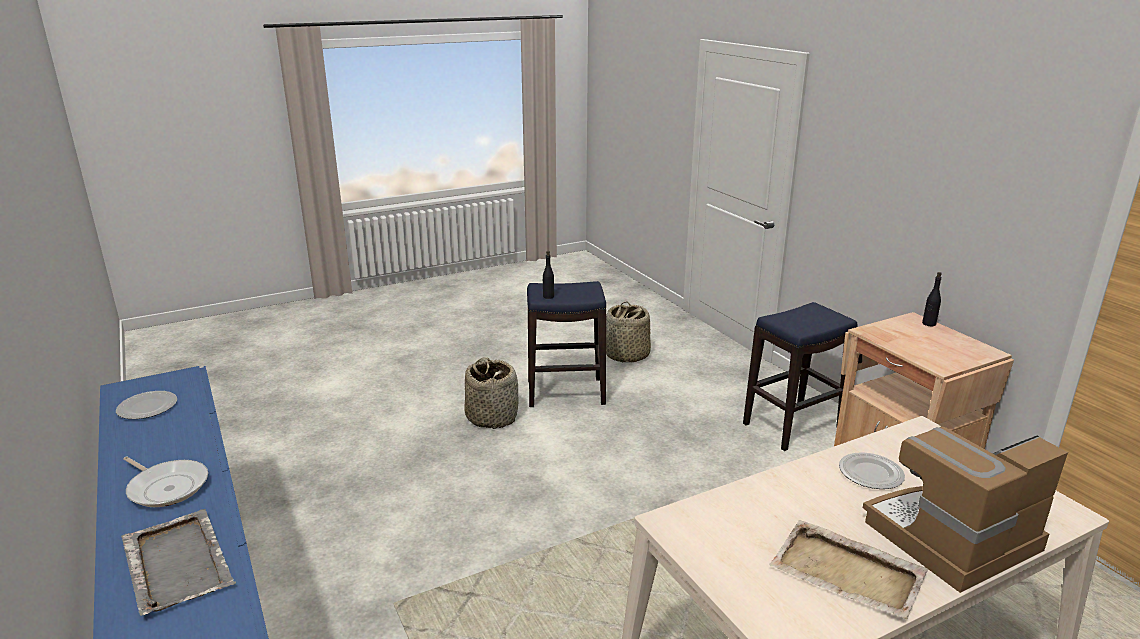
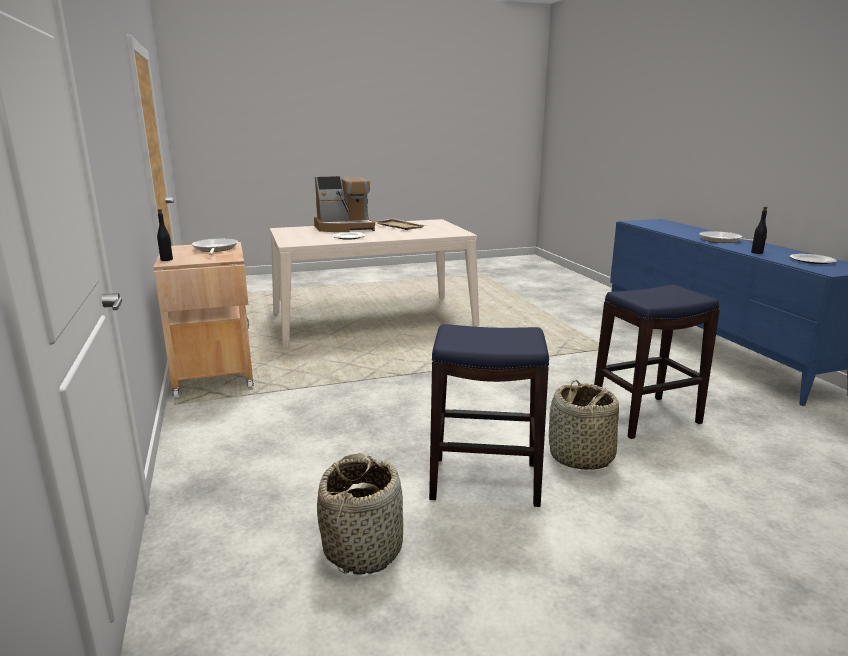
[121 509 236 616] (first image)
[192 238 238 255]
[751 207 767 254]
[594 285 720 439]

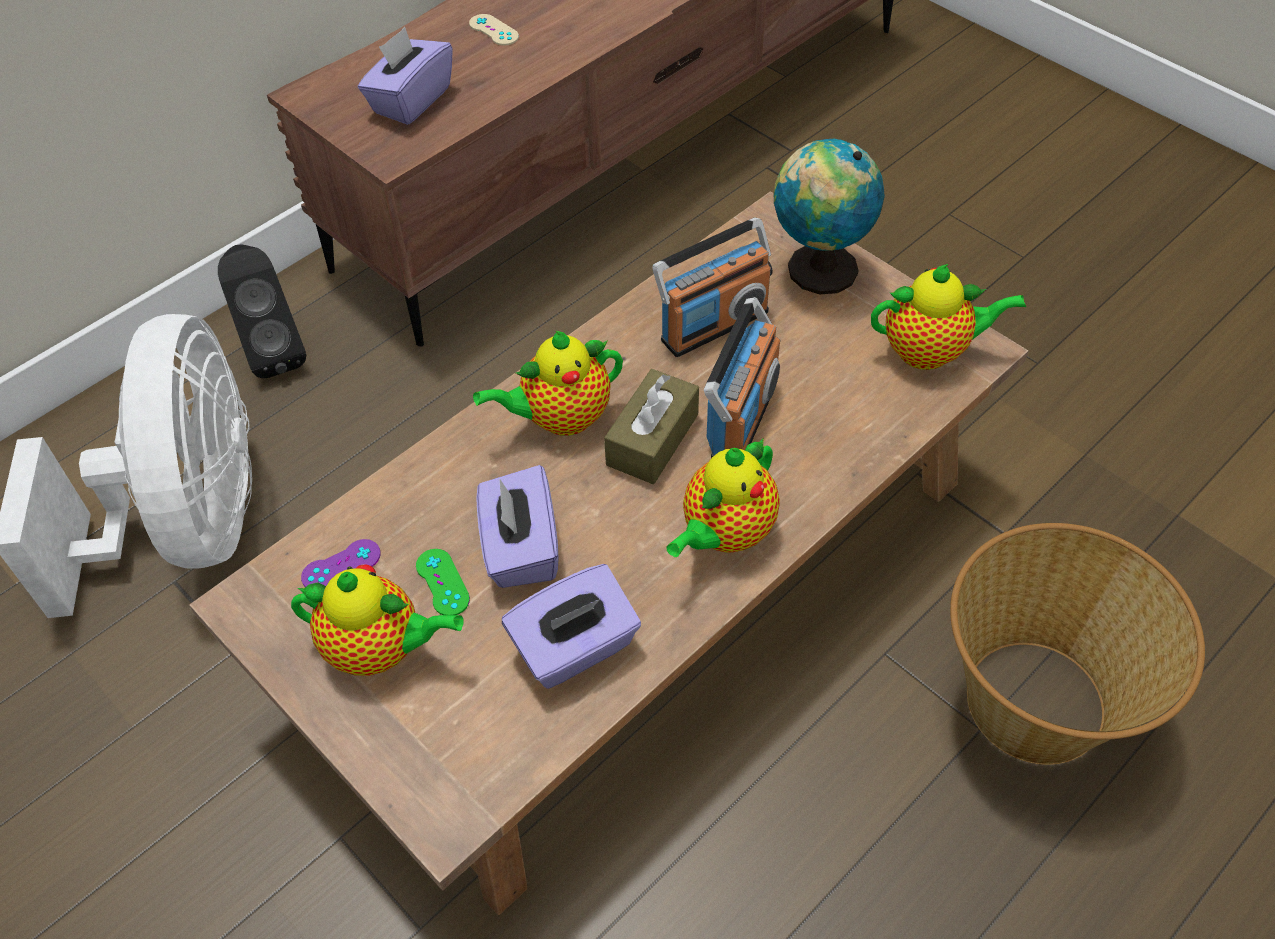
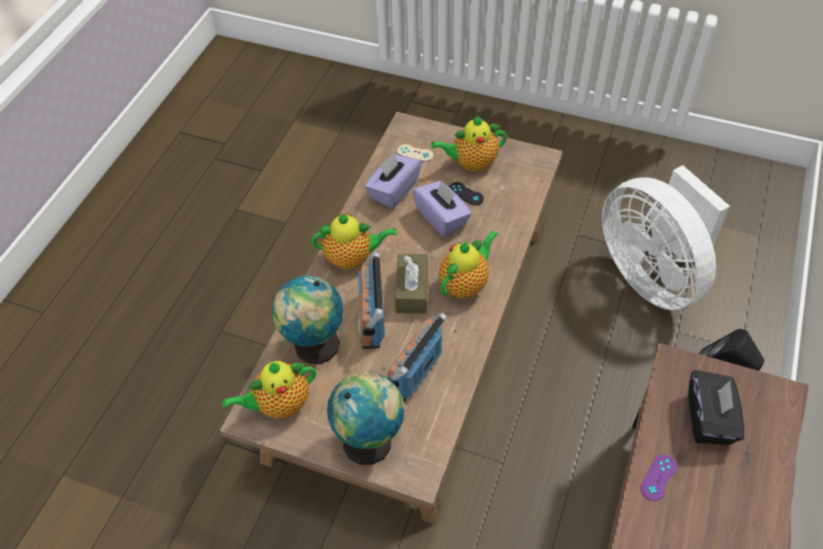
[950 523 1205 765] (first image)
[272 276 343 364]
[641 455 677 501]
[397 144 433 162]
[688 370 744 445]
[449 182 484 205]
[311 213 397 269]

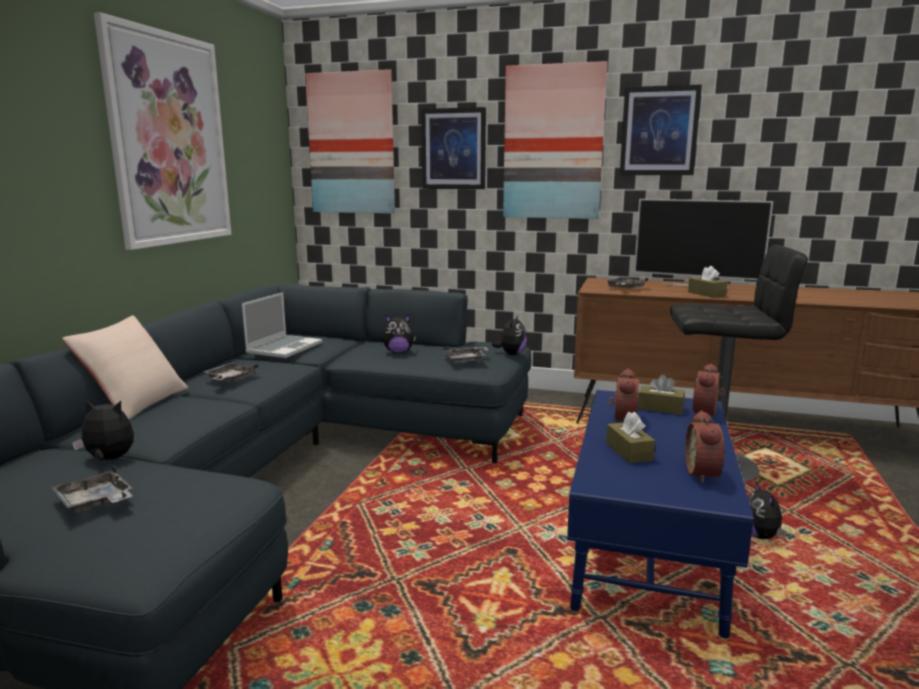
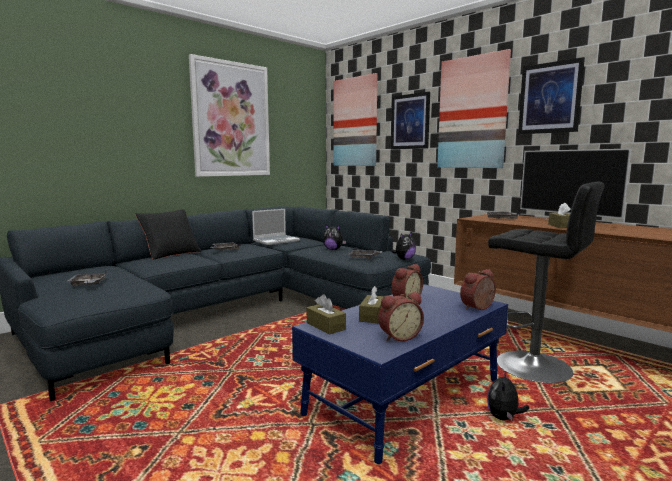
[72 400 134 460] (first image)
[307 294 346 335]
[135 209 201 260]
[378 292 424 341]

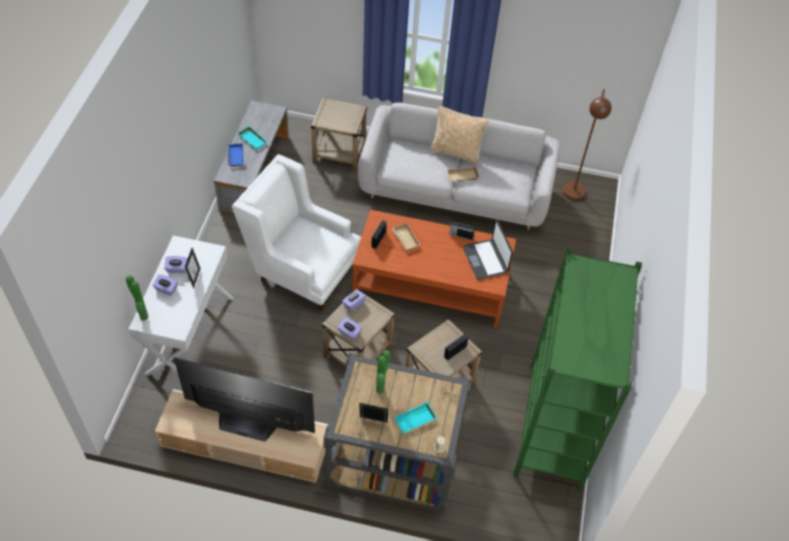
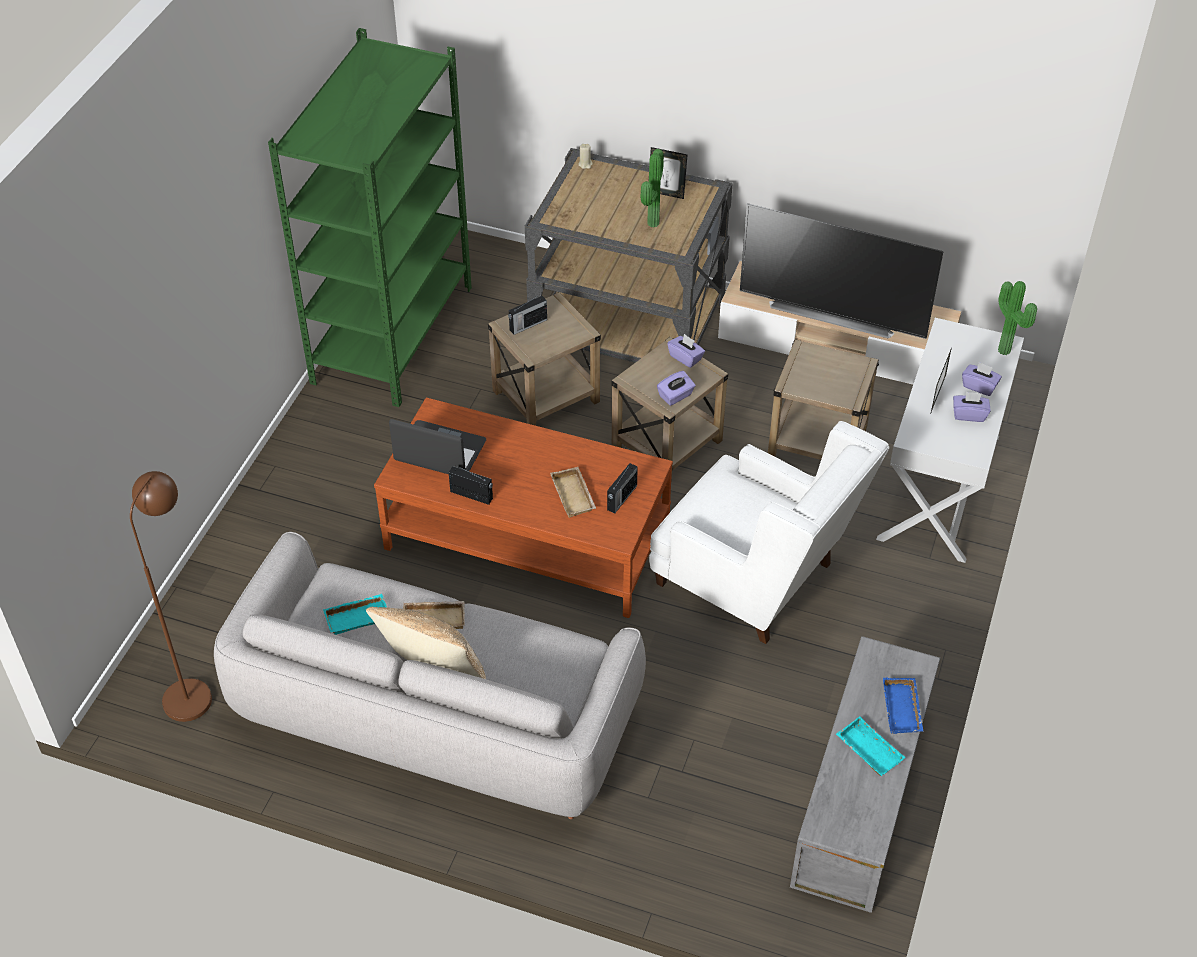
[768 340 879 460]
[323 594 387 635]
[389 419 486 474]

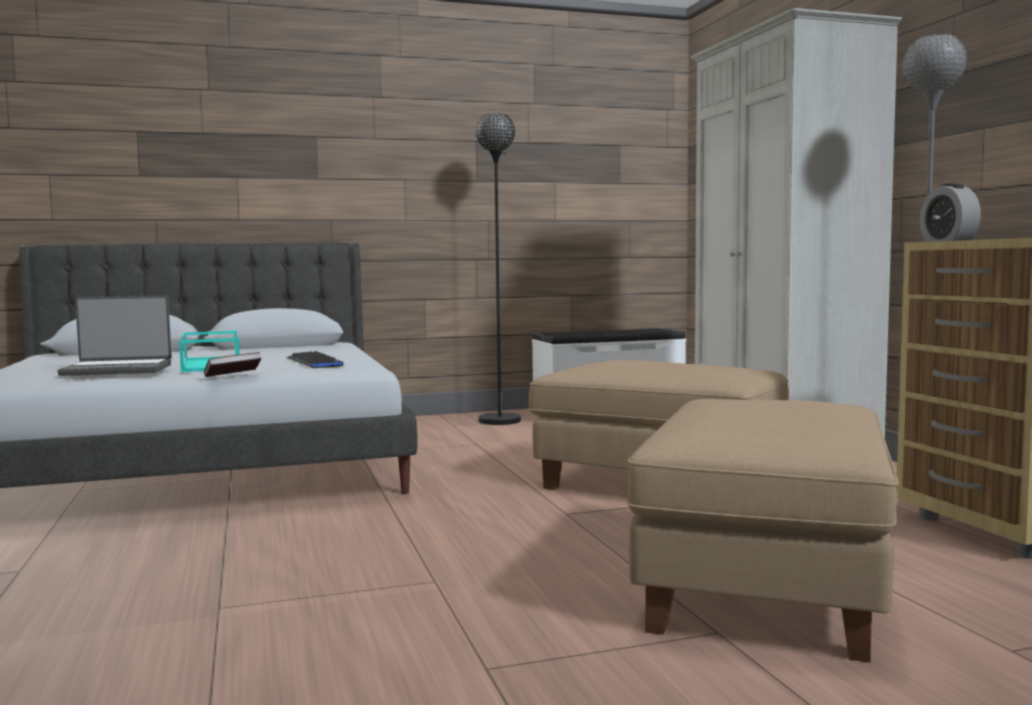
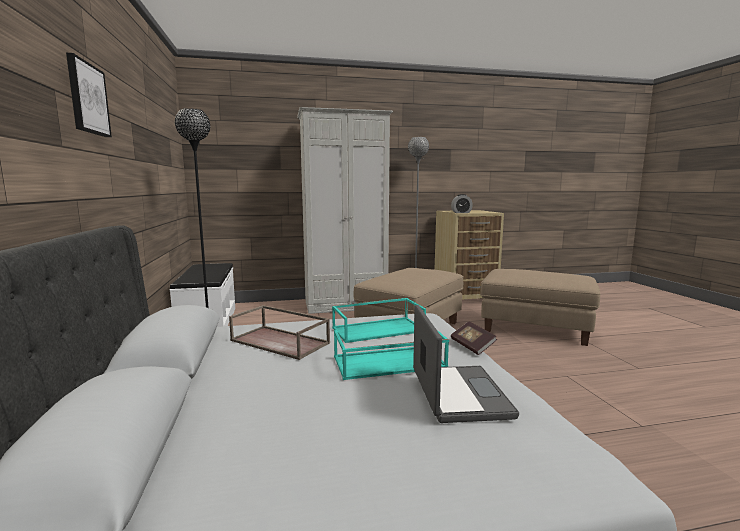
[66 53 112 137]
[229 305 330 360]
[332 298 426 343]

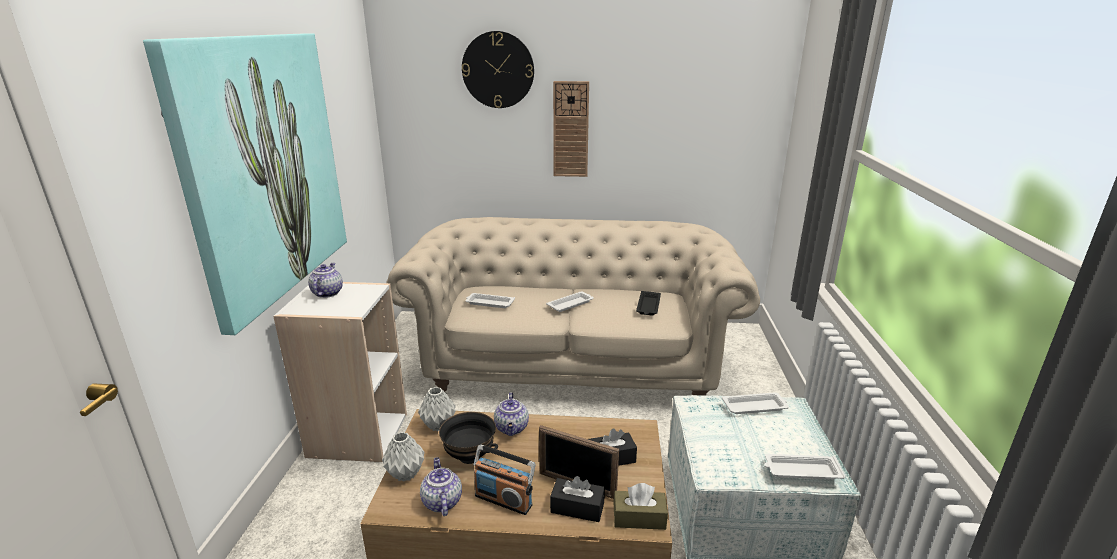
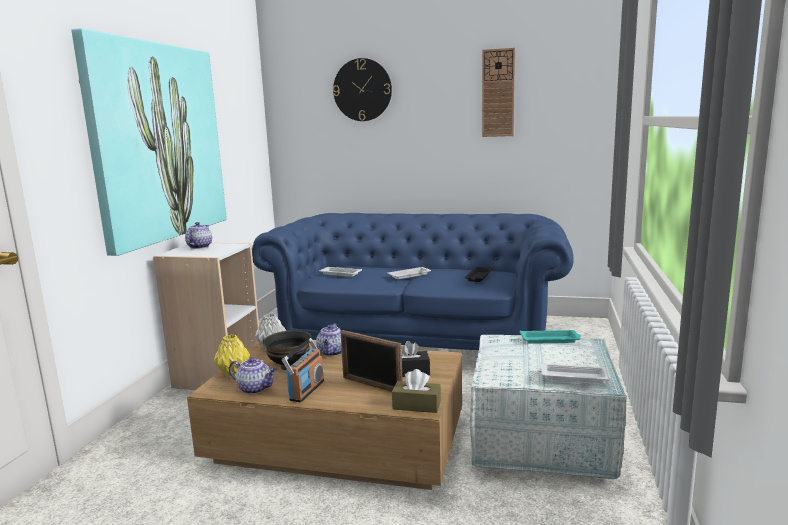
[550 476 605 522] (first image)
[482 48 515 137]
[214 335 250 377]
[252 213 574 350]
[520 330 581 343]
[229 357 277 394]
[282 338 324 402]

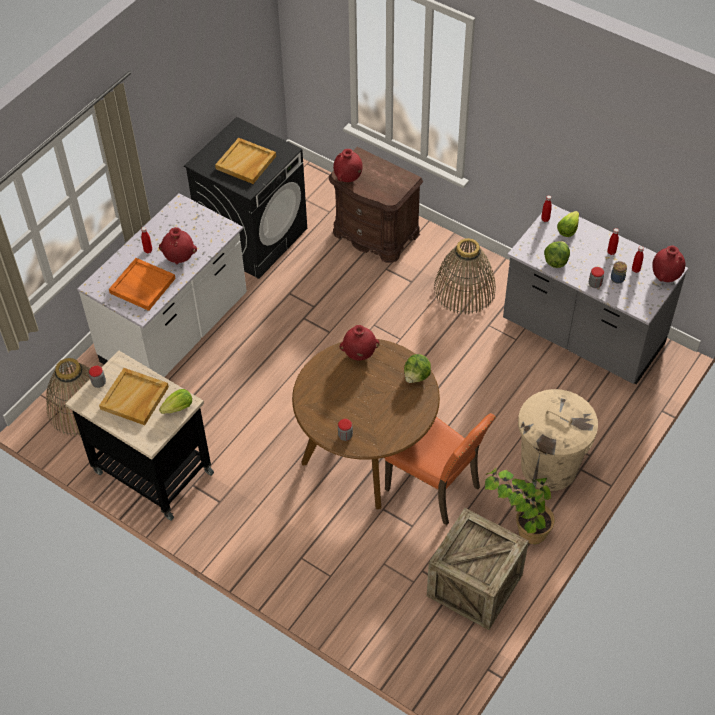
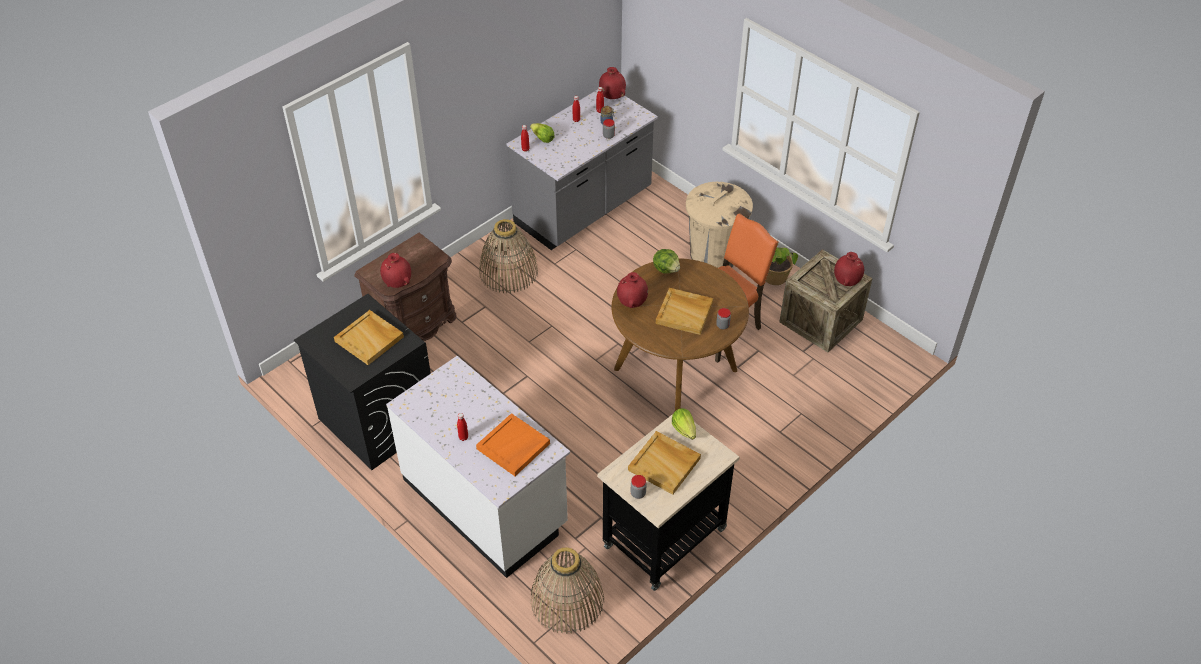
[544 241 570 268] (first image)
[656 288 713 335]
[834 252 864 286]

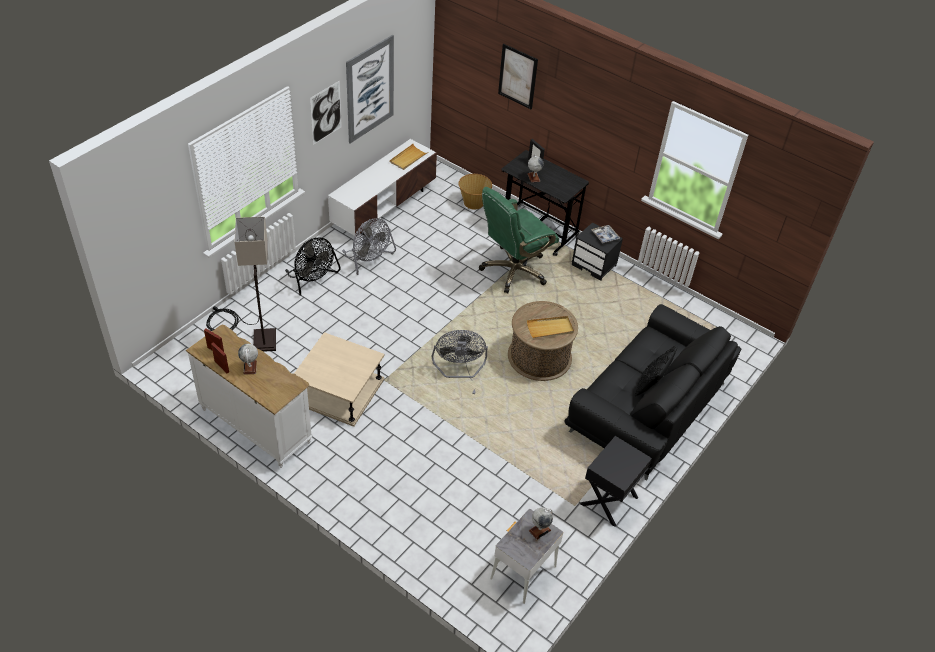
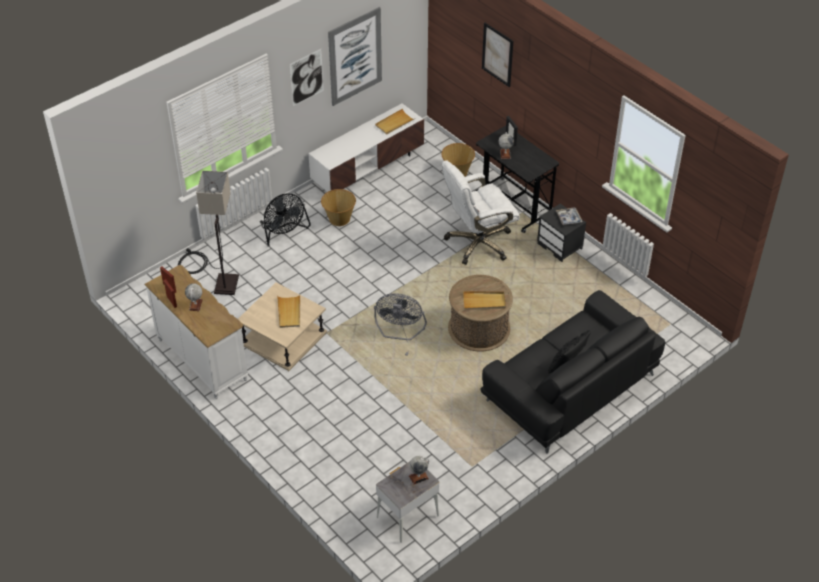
[580 436 652 527] (first image)
[277 295 300 328]
[321 189 356 226]
[442 160 520 265]

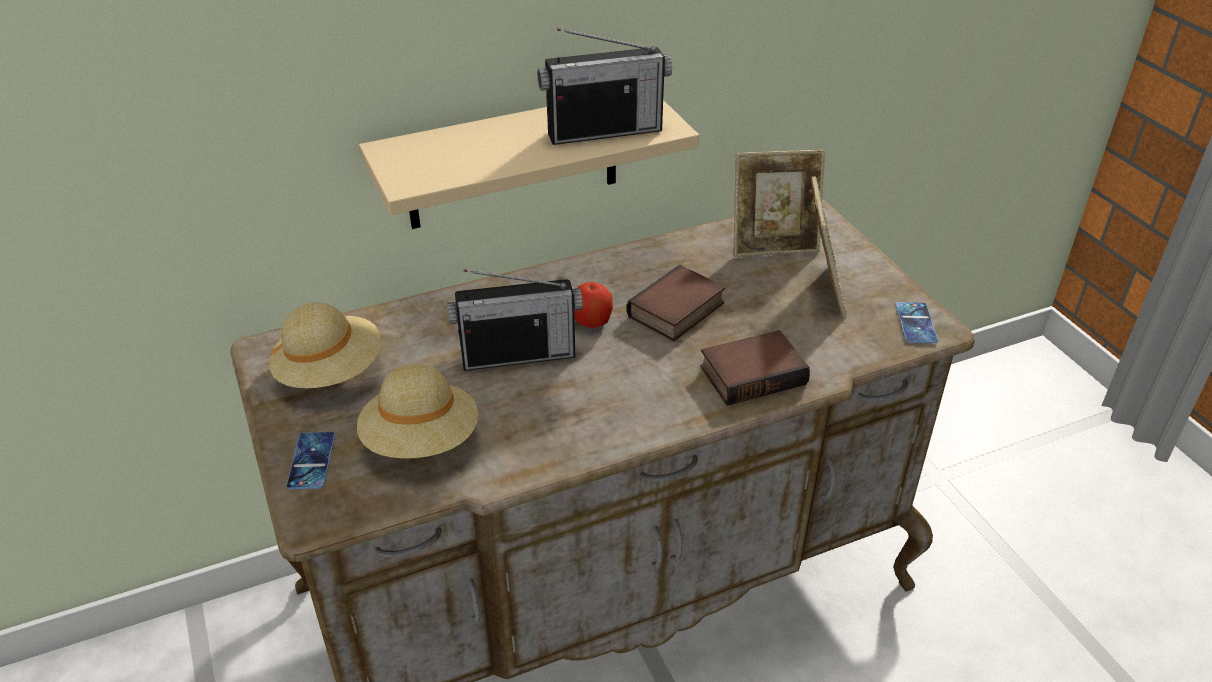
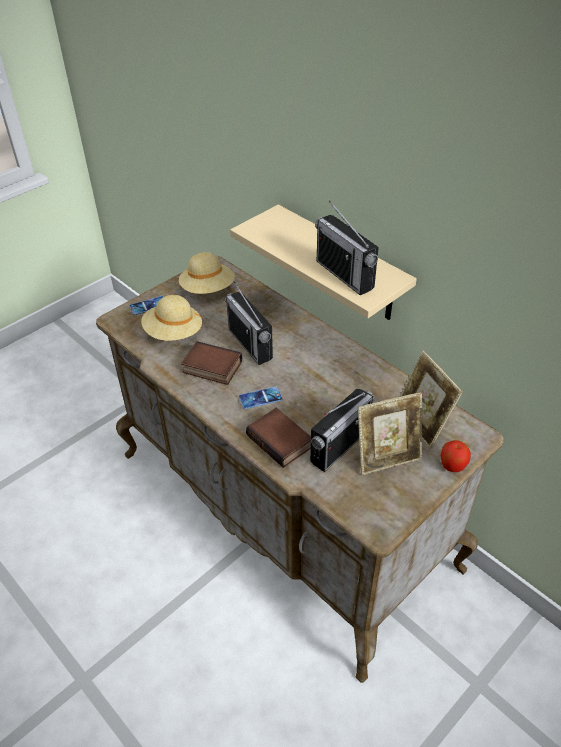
[310 389 375 472]
[441 440 471 472]
[181 341 242 385]
[239 387 283 409]

